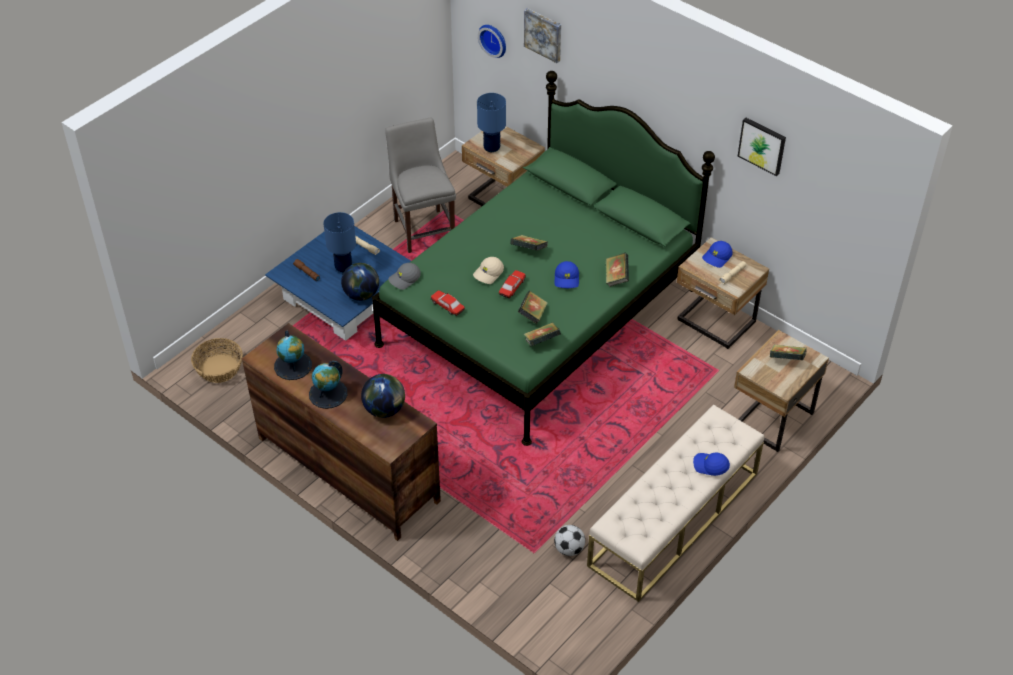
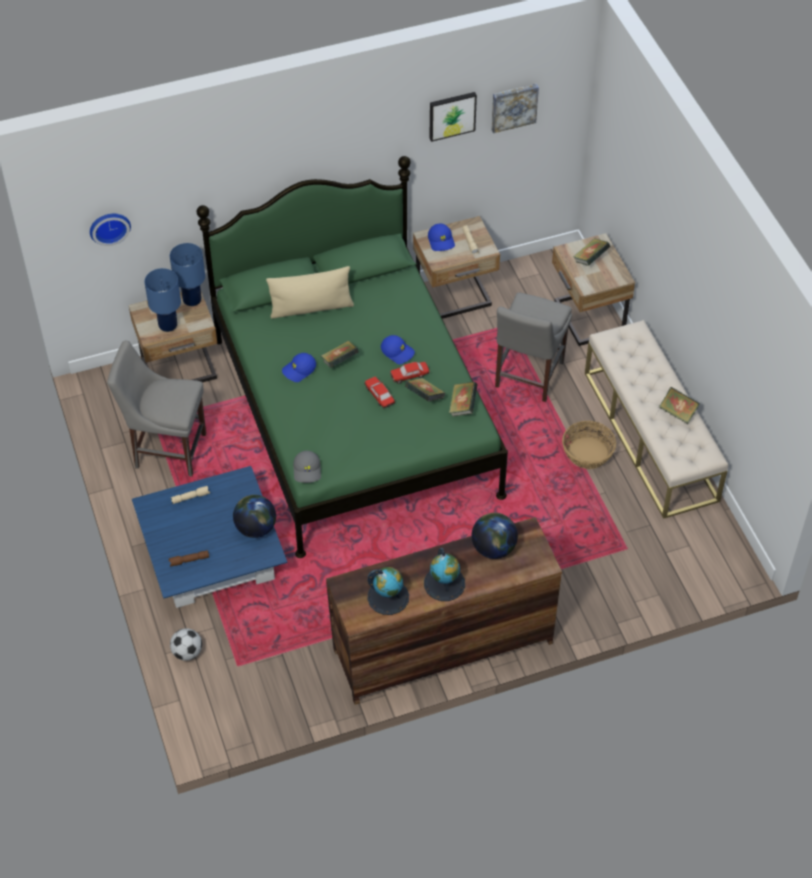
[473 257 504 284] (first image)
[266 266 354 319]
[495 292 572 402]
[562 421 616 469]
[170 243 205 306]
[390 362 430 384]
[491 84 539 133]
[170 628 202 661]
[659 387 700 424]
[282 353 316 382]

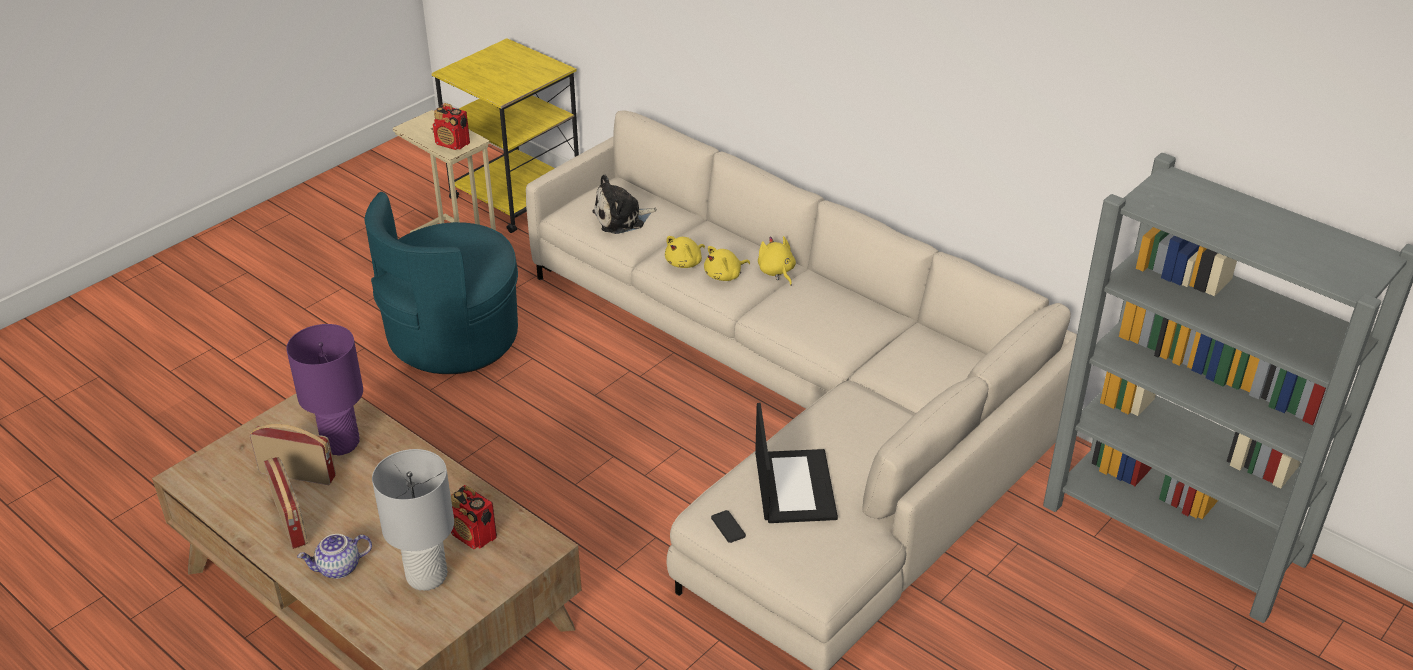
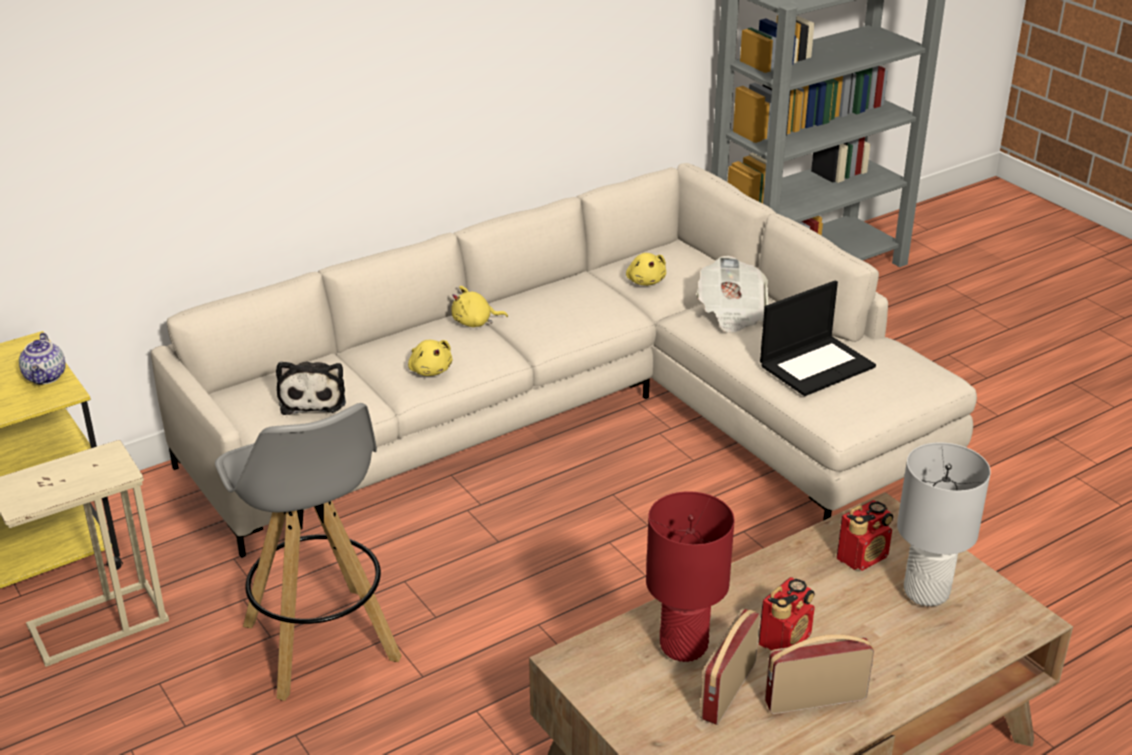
[711 510 746 543] (first image)
[696 256 768 333]
[19 333 66 384]
[759 577 815 650]
[626 253 666 286]
[215 403 402 701]
[646 491 734 662]
[760 281 876 396]

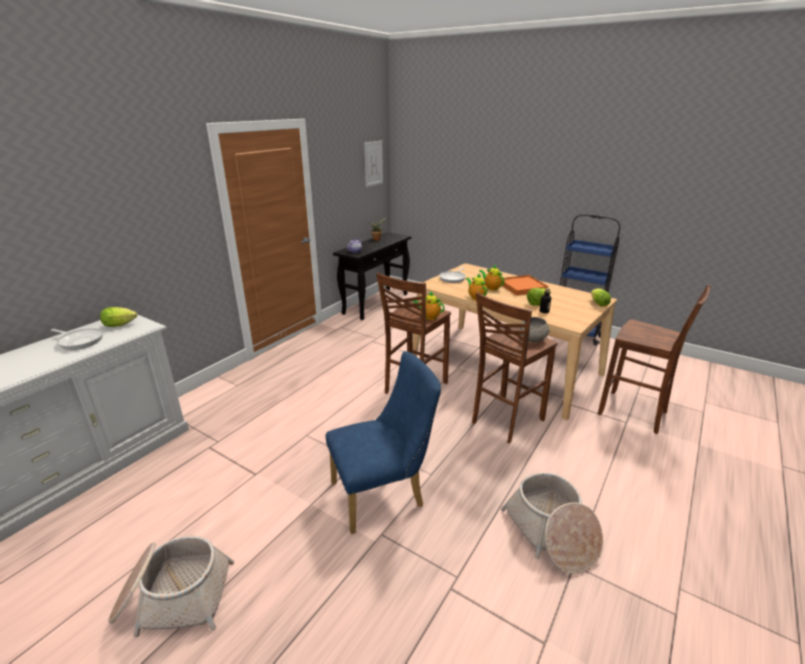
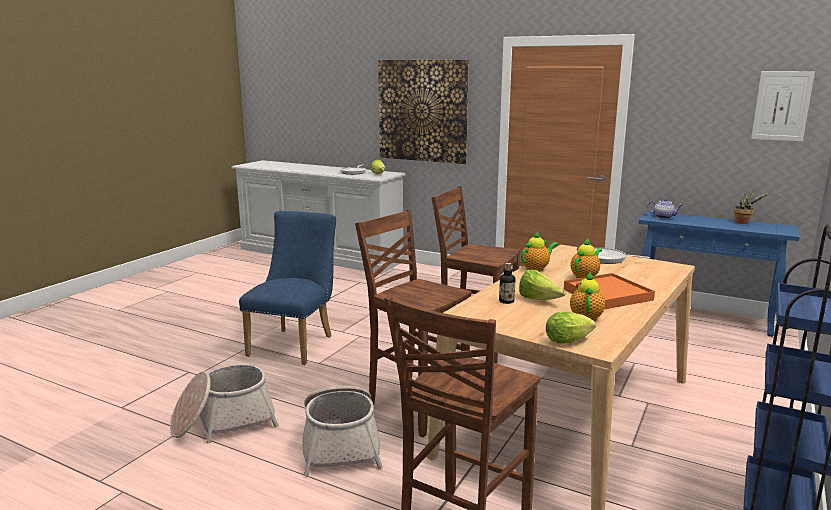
[520 317 550 342] (first image)
[378 60 469 164]
[303 386 383 476]
[570 272 605 321]
[639 211 800 337]
[239 211 336 365]

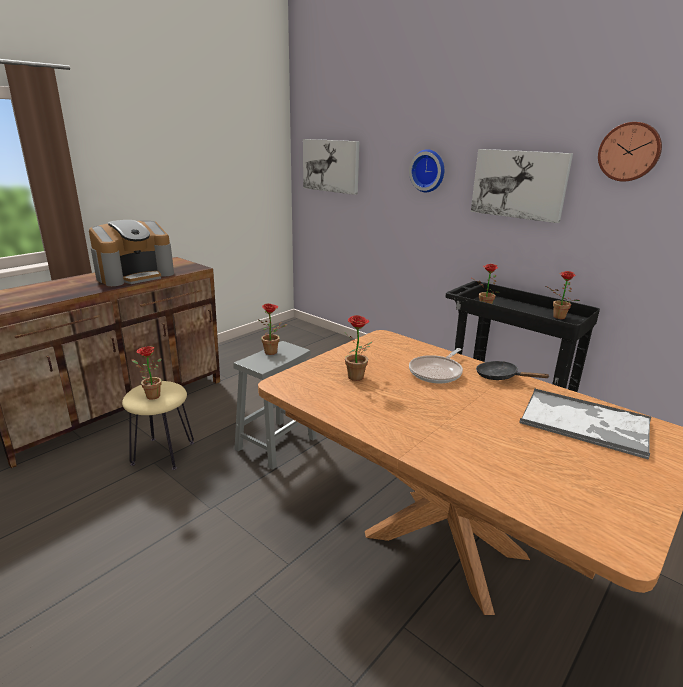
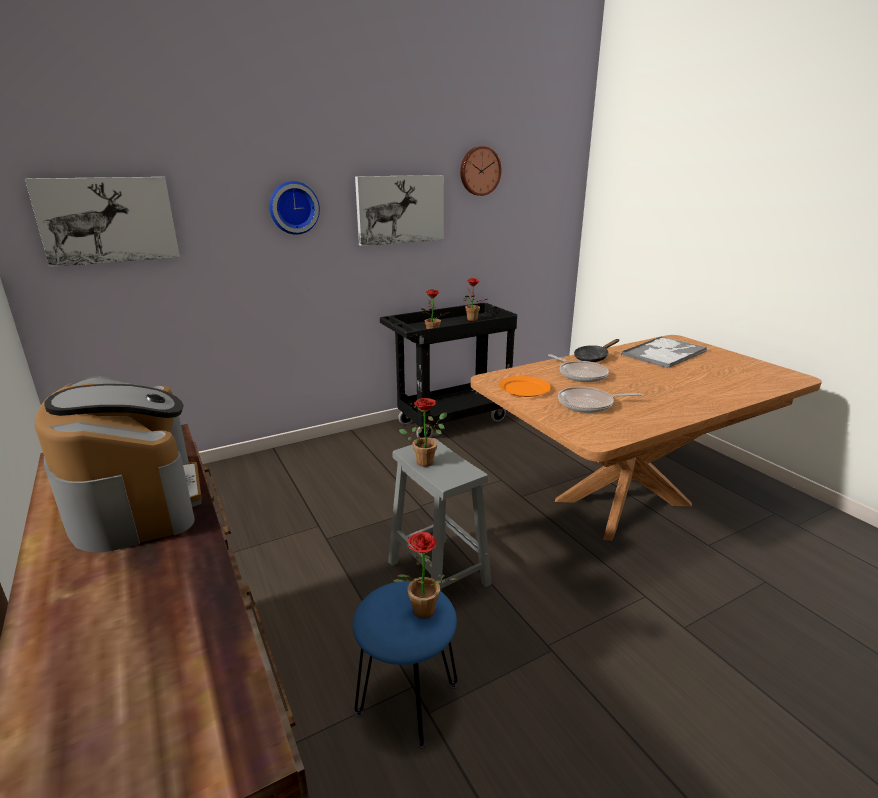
[499 376 551 397]
[558 386 641 413]
[353 581 457 749]

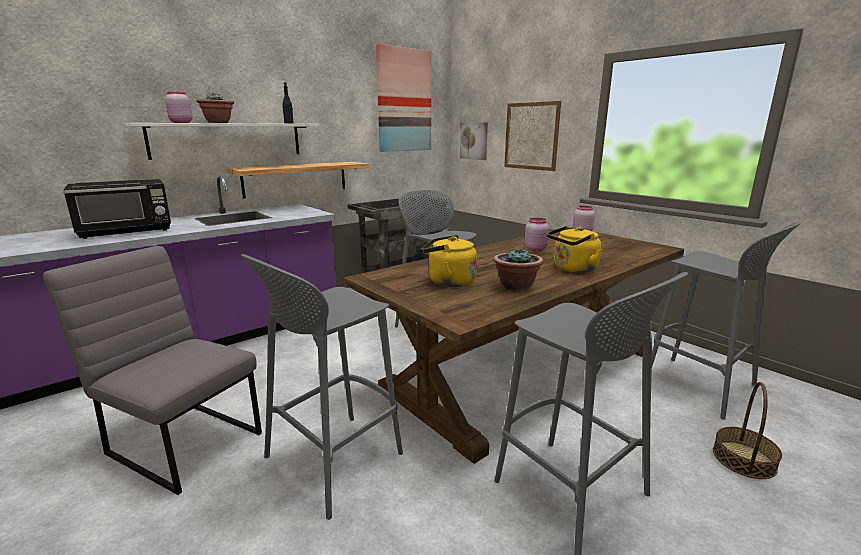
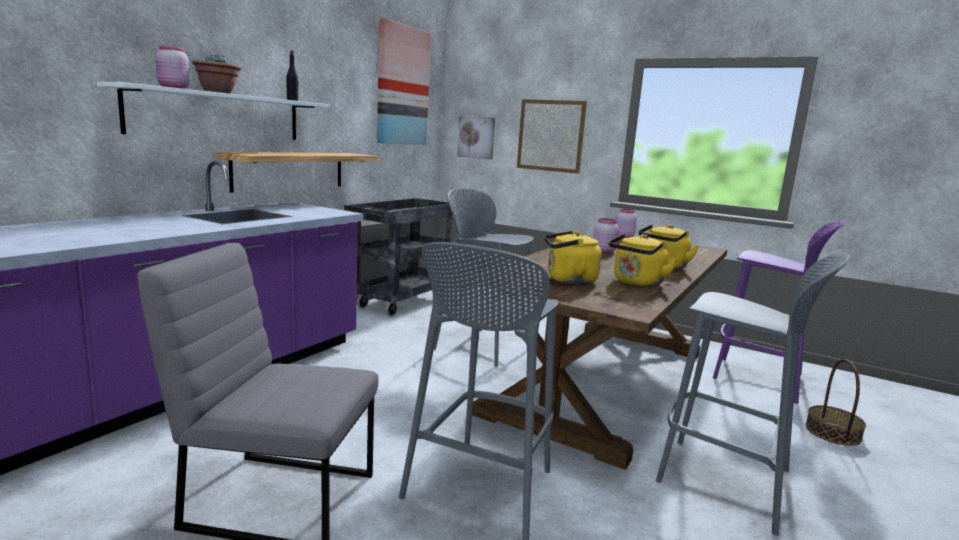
[63 179 171 239] (first image)
[609 234 677 287]
[713 220 844 404]

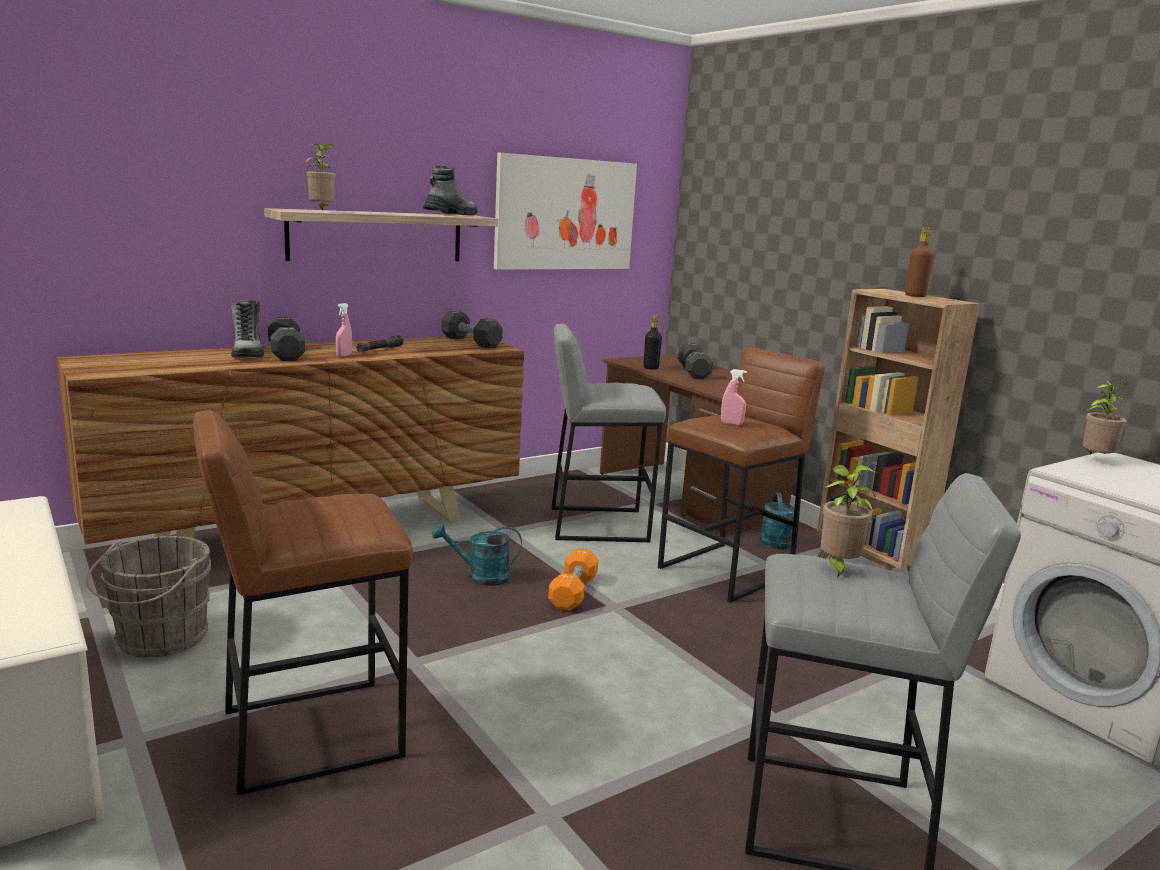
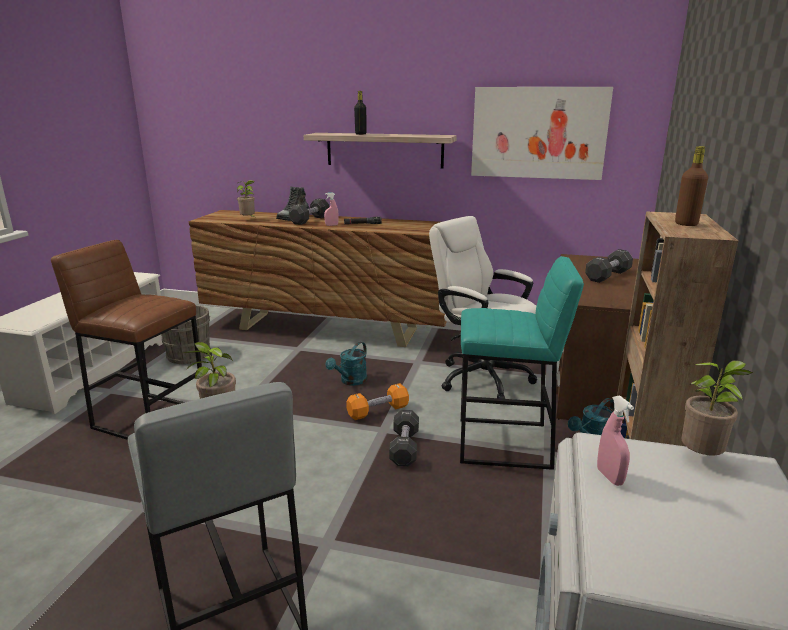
[423 165 477 216] (first image)
[237 180 255 217]
[389 410 419 466]
[354 91 366 135]
[597 395 634 486]
[429 216 537 399]
[460 256 584 470]
[326 342 367 386]

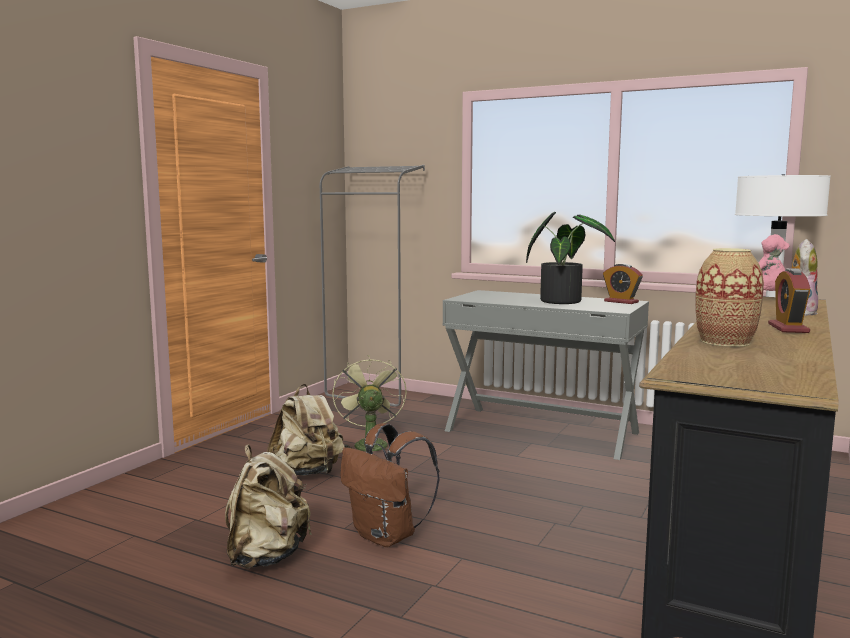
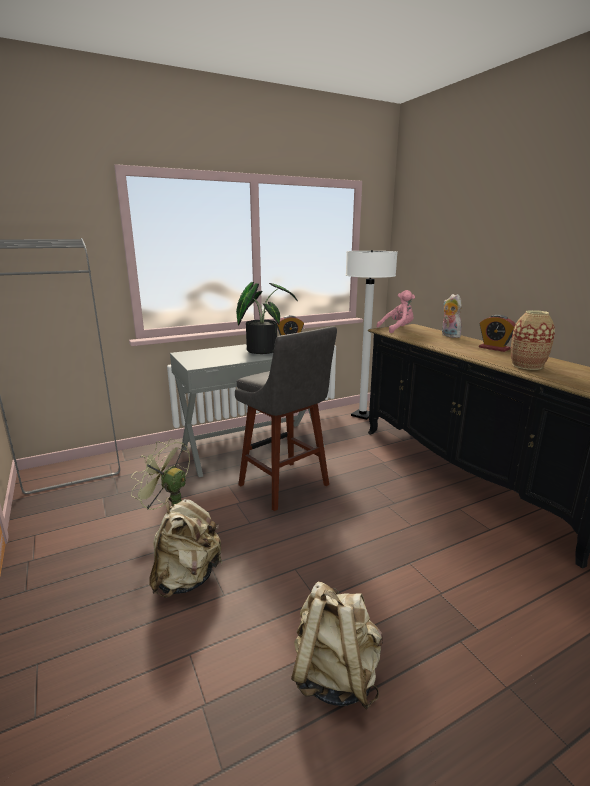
[340 423 440 547] (first image)
[235 326 337 511]

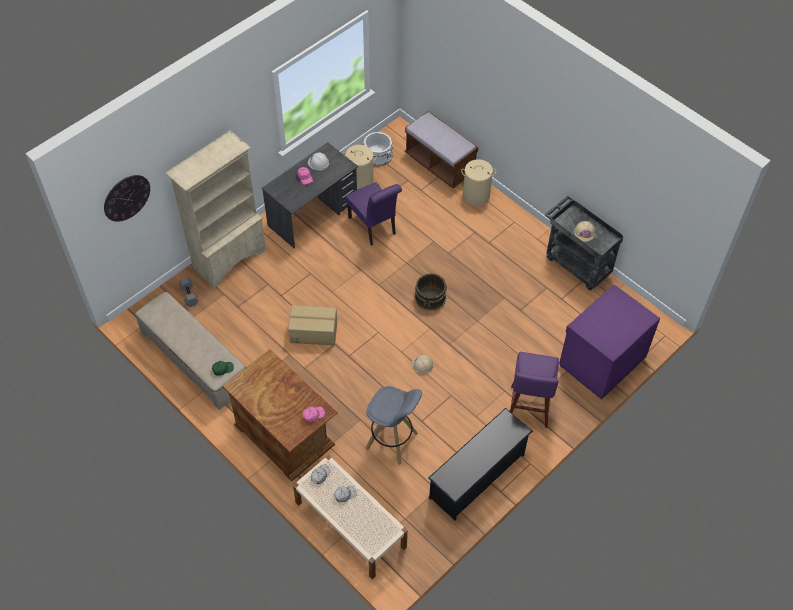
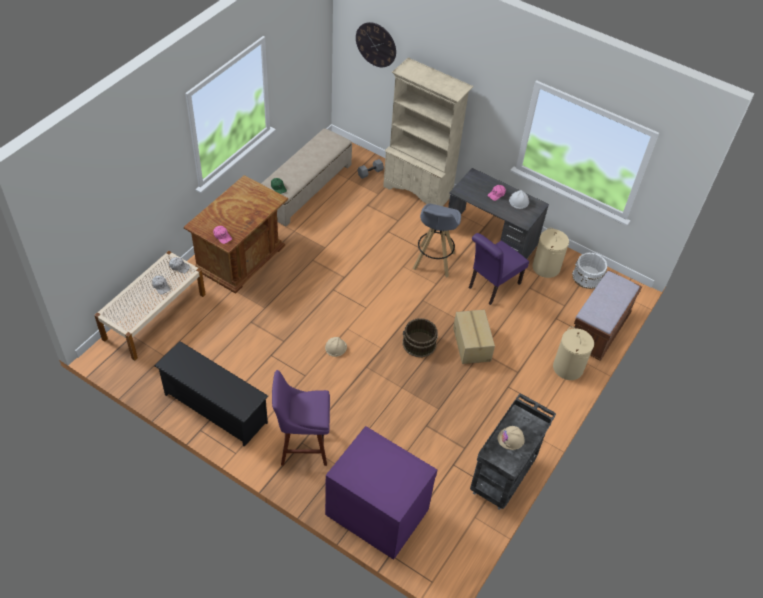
[453 310 495 364]
[413 204 461 277]

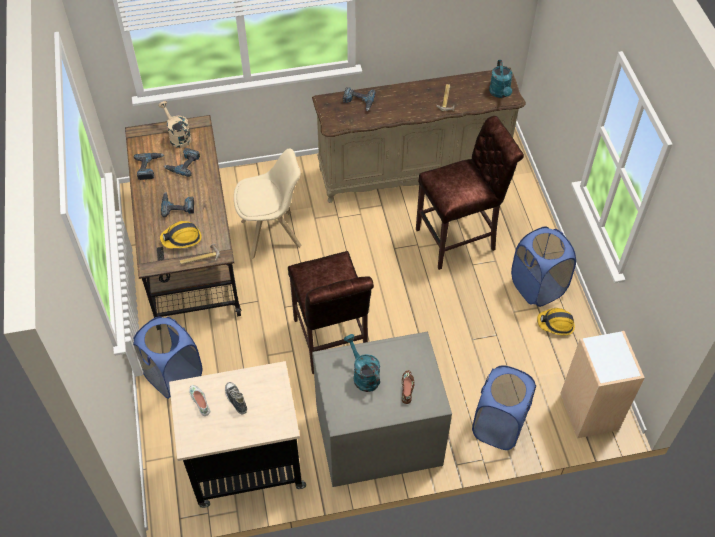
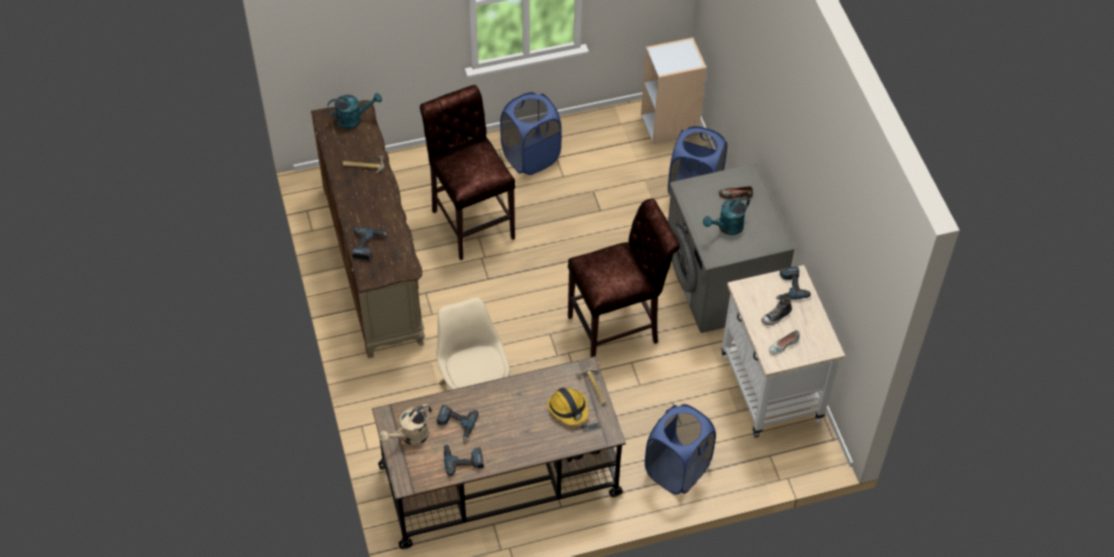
[537 308 575 336] (first image)
[776 266 811 300]
[721 265 845 438]

